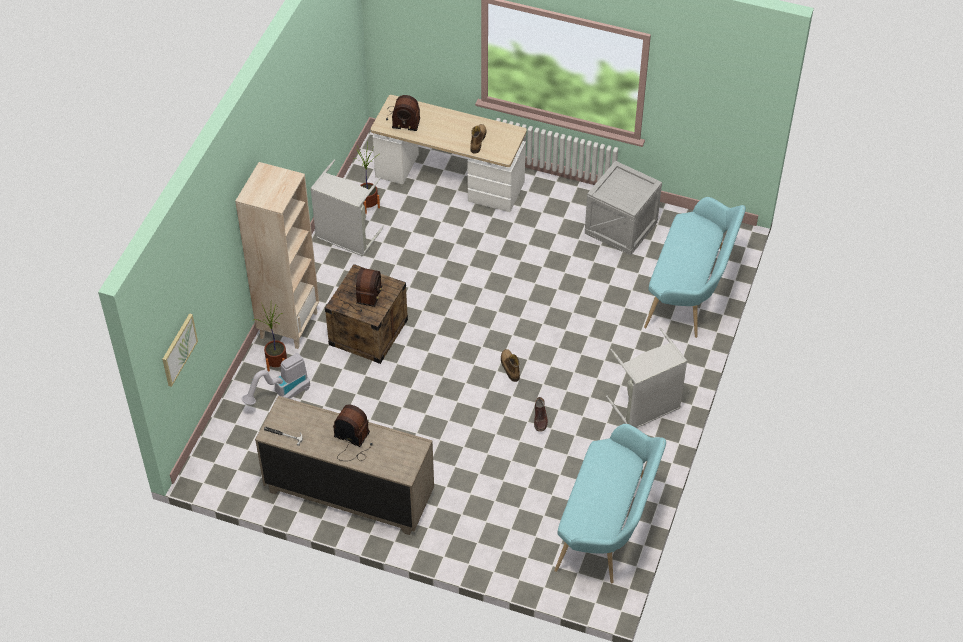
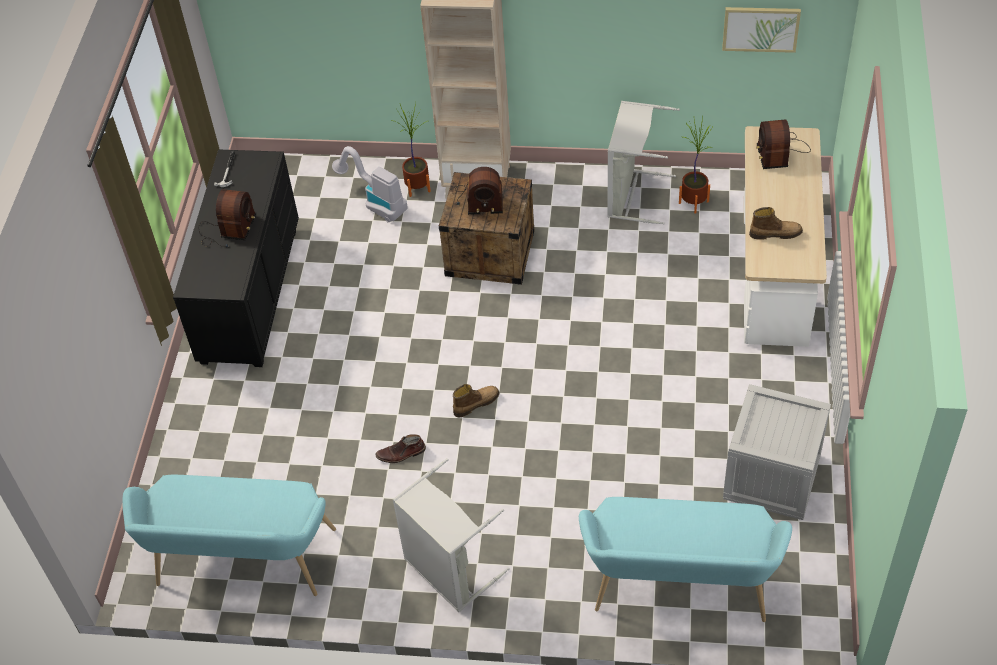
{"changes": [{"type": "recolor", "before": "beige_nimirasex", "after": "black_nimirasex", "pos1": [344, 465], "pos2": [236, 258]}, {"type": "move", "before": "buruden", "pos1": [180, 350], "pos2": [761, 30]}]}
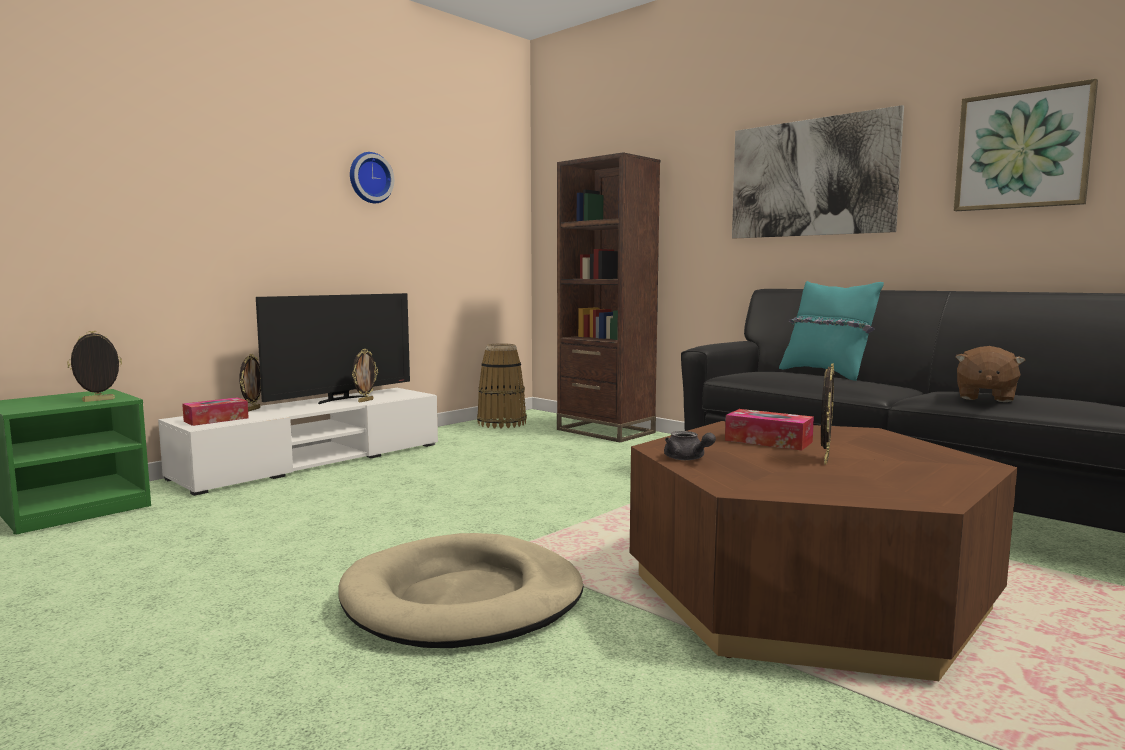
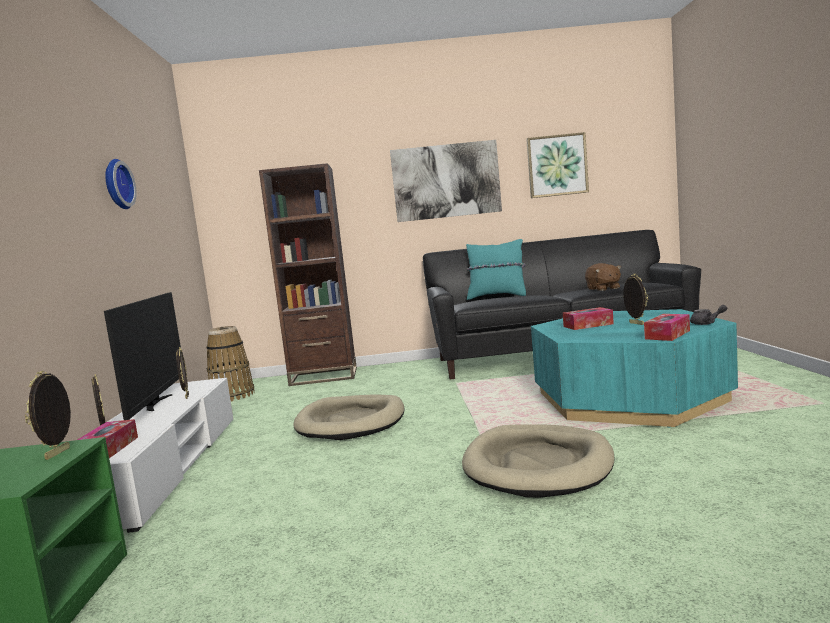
{"changes": [{"type": "insert", "after": "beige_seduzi", "pos2": [349, 417]}, {"type": "recolor", "before": "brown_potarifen", "after": "turquoise_potarifen", "pos1": [823, 551], "pos2": [634, 368]}, {"type": "insert", "after": "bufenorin", "pos2": [667, 327]}, {"type": "move", "before": "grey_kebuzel", "pos1": [690, 445], "pos2": [708, 315]}]}
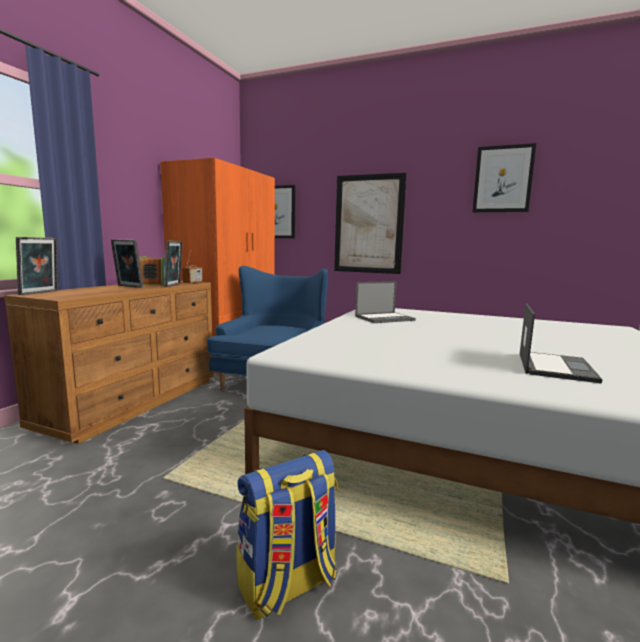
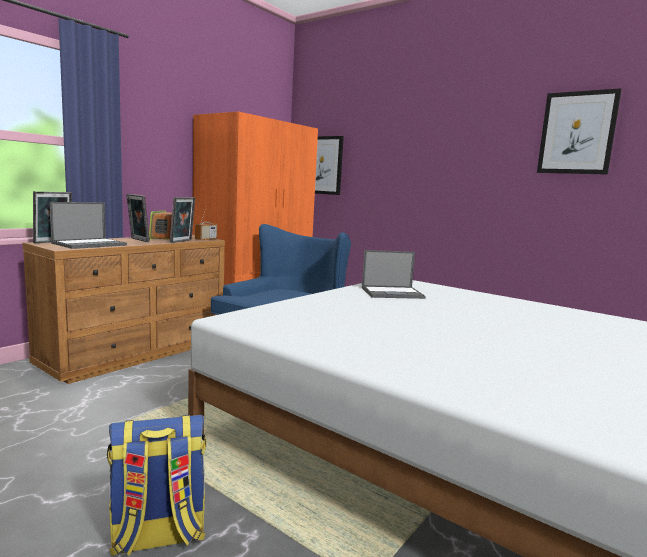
{"changes": [{"type": "move", "before": "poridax", "pos1": [561, 344], "pos2": [88, 225]}, {"type": "delete", "before": "buruden", "pos1": [370, 223]}]}
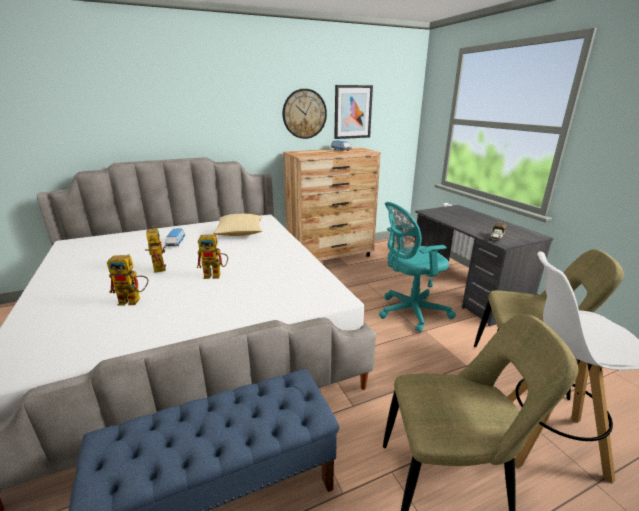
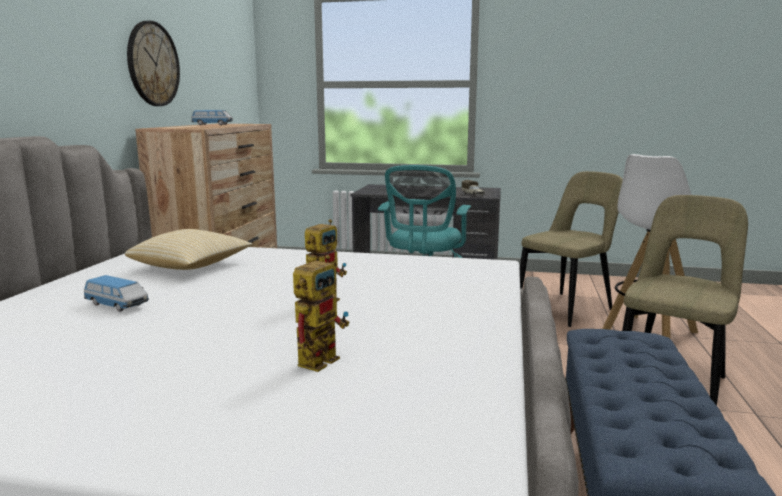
{"changes": [{"type": "delete", "before": "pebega", "pos1": [155, 249]}, {"type": "delete", "before": "buruden", "pos1": [353, 112]}]}
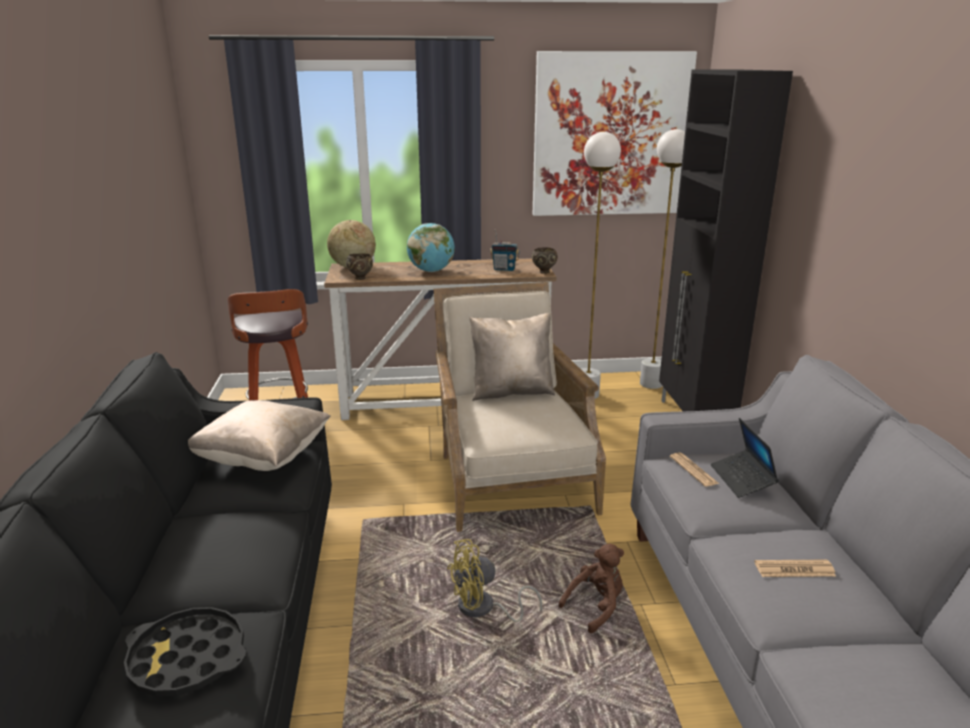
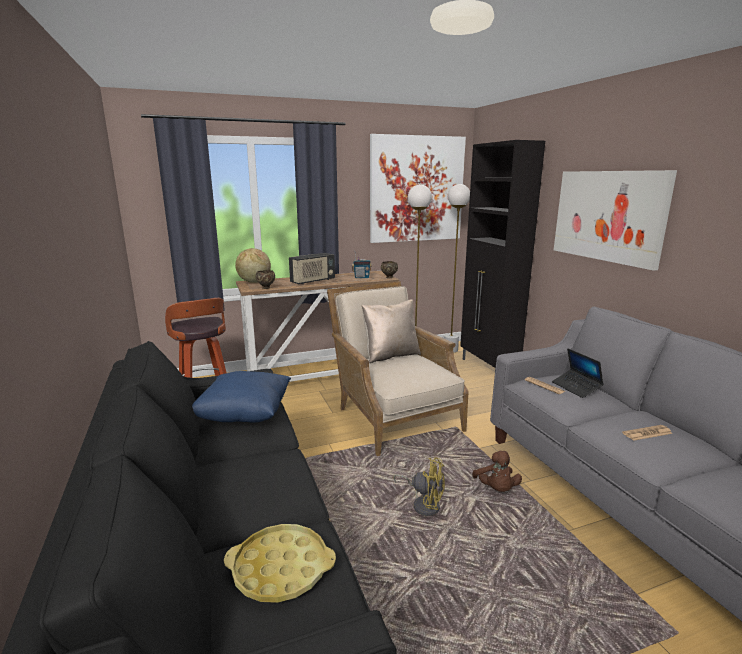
{"changes": [{"type": "recolor", "before": "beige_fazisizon", "after": "blue_fazisizon", "pos1": [259, 435], "pos2": [241, 397]}, {"type": "recolor", "before": "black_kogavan", "after": "yellow_kogavan", "pos1": [185, 652], "pos2": [280, 563]}, {"type": "replace", "before": "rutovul", "after": "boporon", "pos1": [431, 247], "pos2": [312, 268]}, {"type": "rotate", "before": "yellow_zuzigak", "pos1": [494, 580], "pos2": [419, 486], "turn": -120}, {"type": "rotate", "before": "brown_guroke", "pos1": [591, 588], "pos2": [497, 471], "turn": 135}, {"type": "insert", "after": "buruden", "pos2": [615, 220]}]}
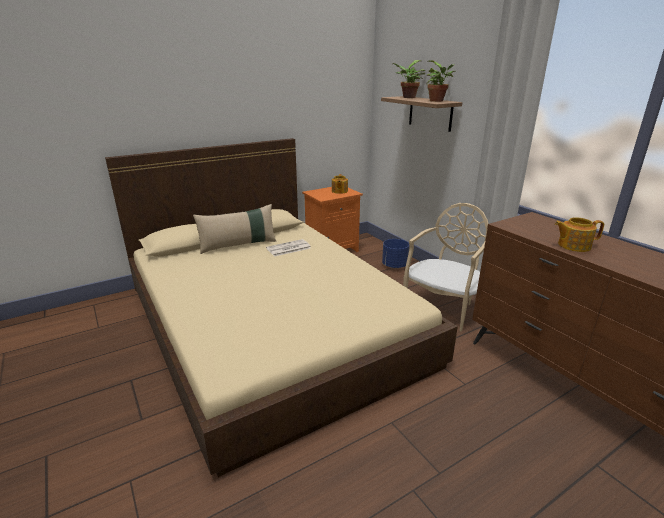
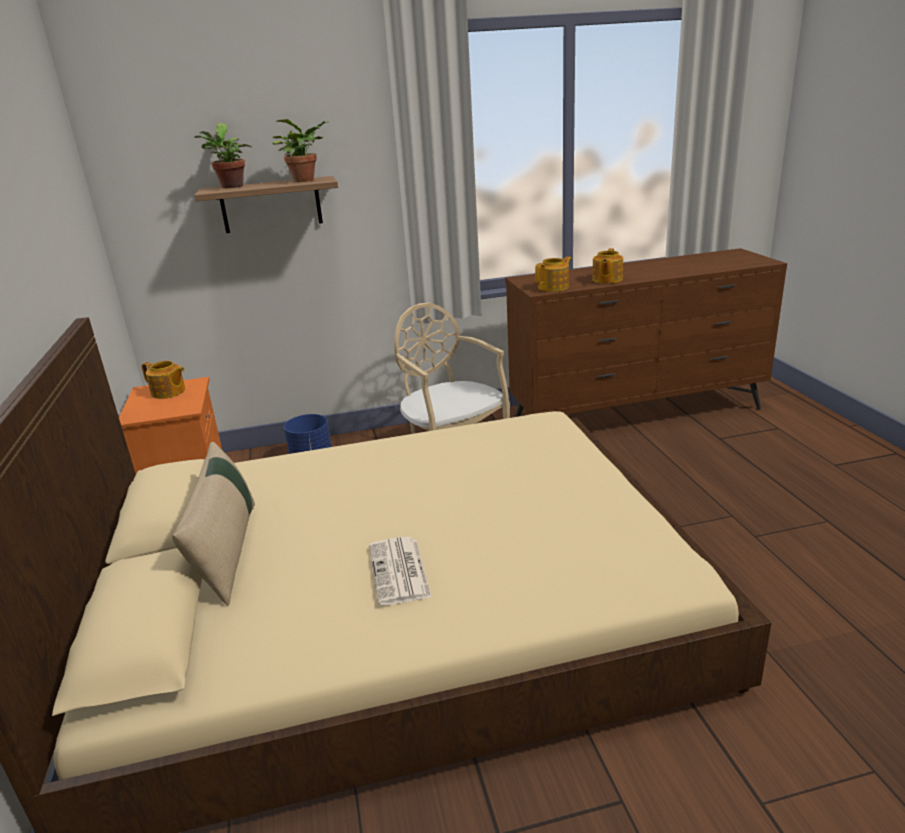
{"changes": [{"type": "move", "before": "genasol", "pos1": [288, 248], "pos2": [400, 571]}, {"type": "insert", "after": "kebuzel", "pos2": [553, 274]}]}
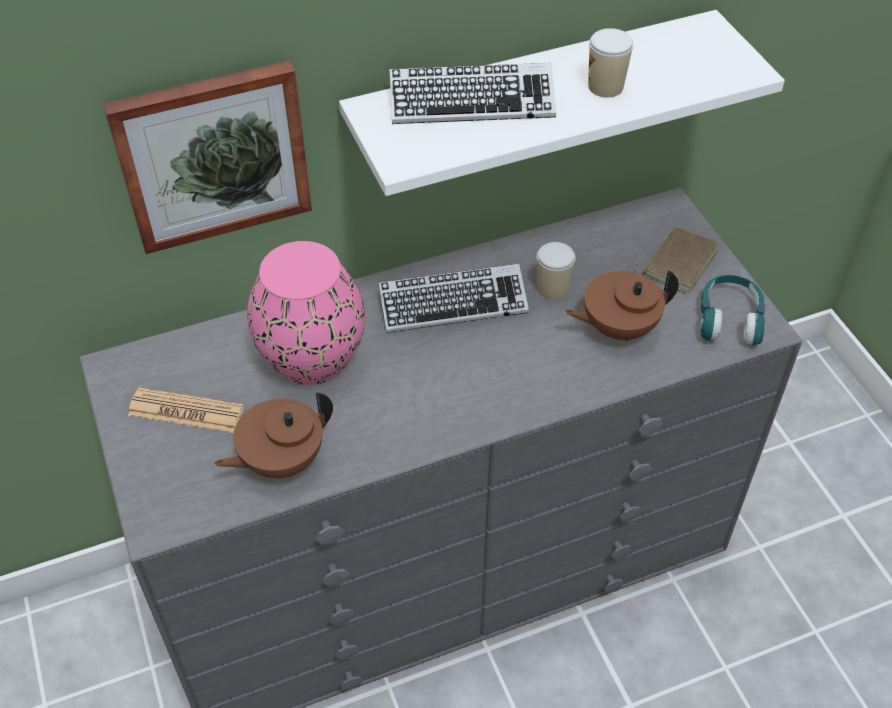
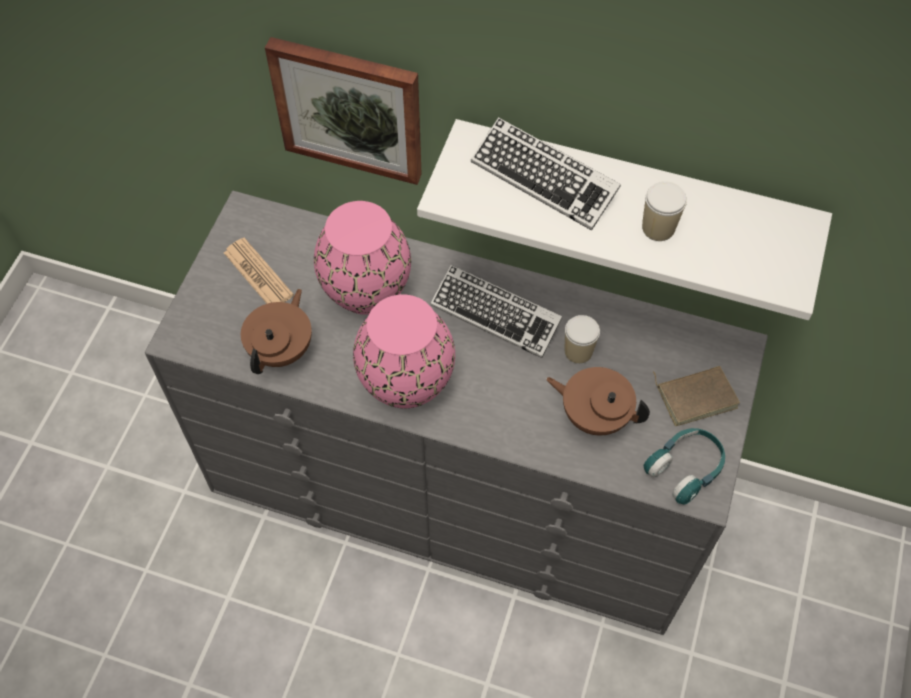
{"changes": [{"type": "rotate", "before": "brown_kebuzel", "pos1": [273, 435], "pos2": [276, 331], "turn": 105}, {"type": "insert", "after": "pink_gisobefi", "pos2": [404, 351]}]}
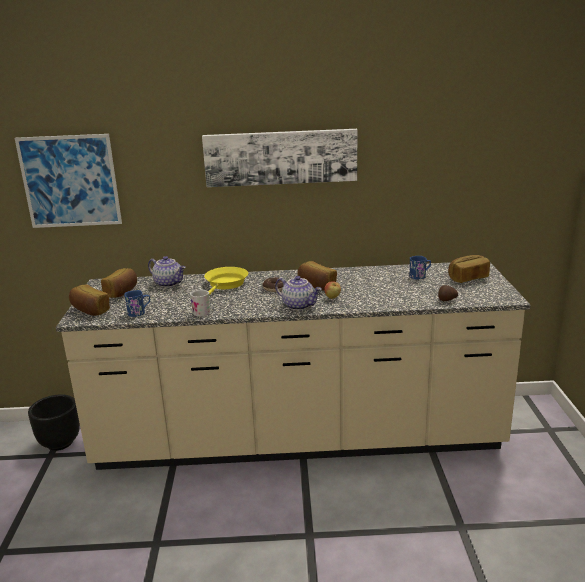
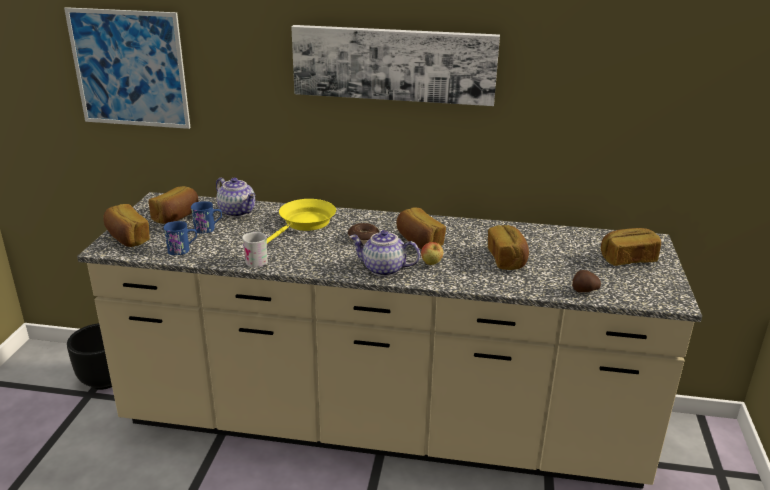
{"changes": [{"type": "move", "before": "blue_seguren", "pos1": [420, 268], "pos2": [206, 217]}, {"type": "rotate", "before": "kebuzel", "pos1": [298, 293], "pos2": [384, 253], "turn": 150}, {"type": "insert", "after": "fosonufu", "pos2": [508, 247]}]}
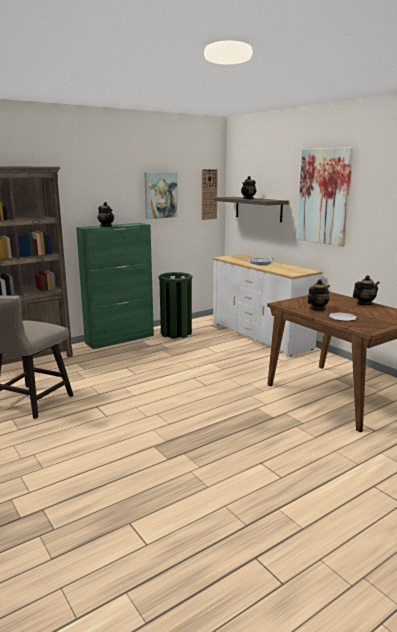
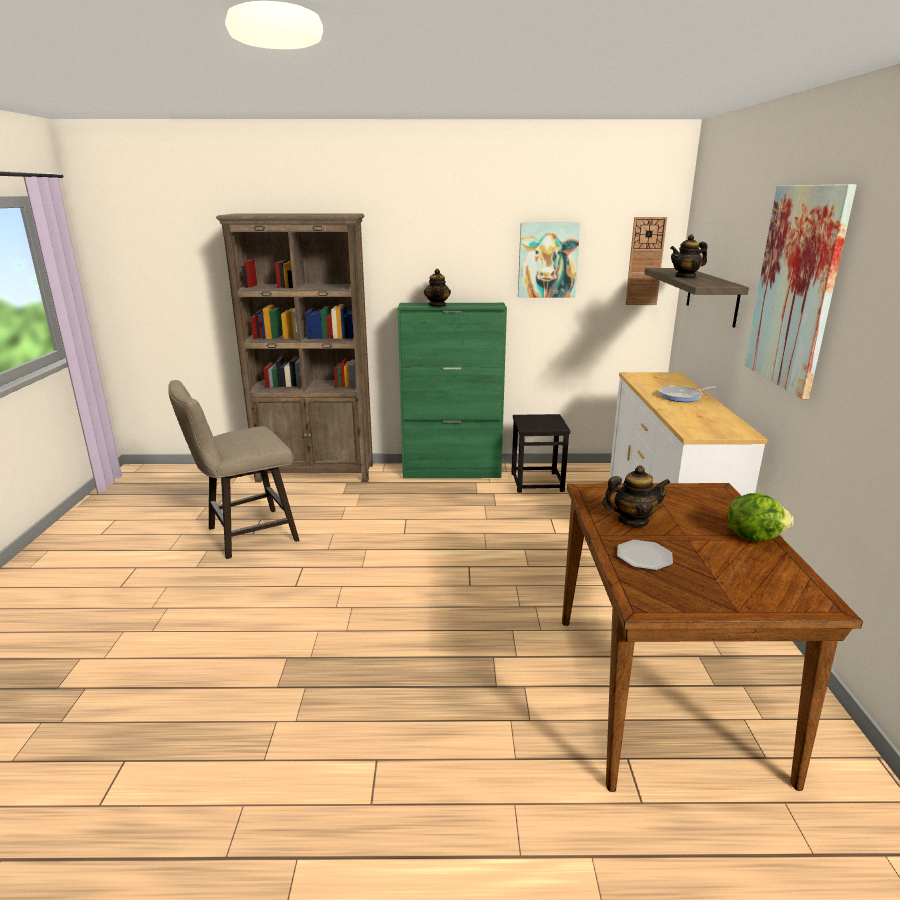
{"changes": [{"type": "replace", "before": "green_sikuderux", "after": "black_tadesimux", "pos1": [175, 305], "pos2": [540, 453]}, {"type": "replace", "before": "kebuzel", "after": "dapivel", "pos1": [366, 290], "pos2": [761, 517]}]}
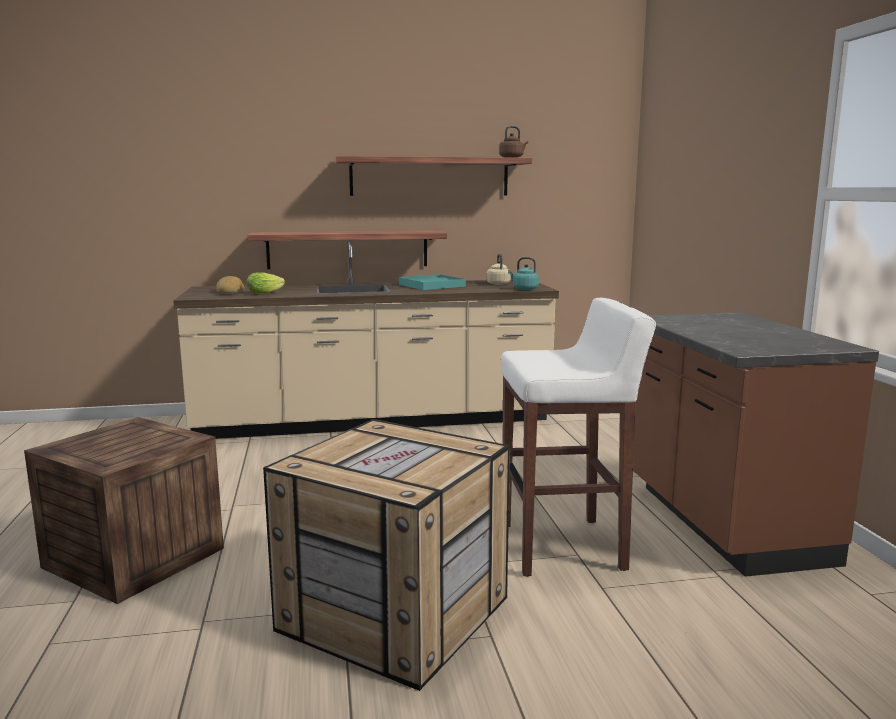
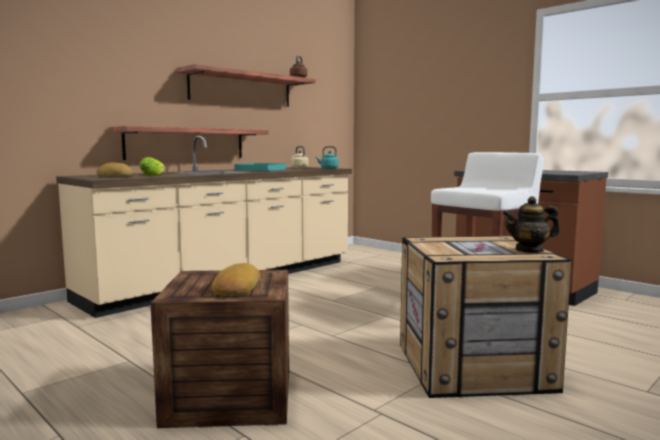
{"changes": [{"type": "insert", "after": "fosonufu", "pos2": [236, 279]}, {"type": "insert", "after": "kebuzel", "pos2": [531, 224]}]}
